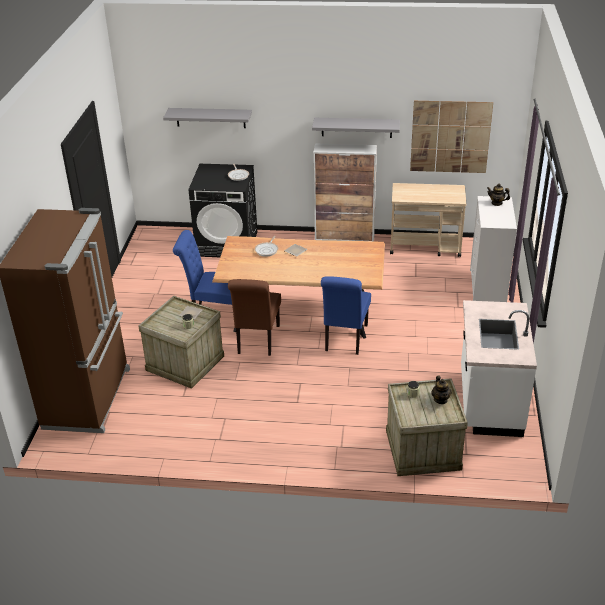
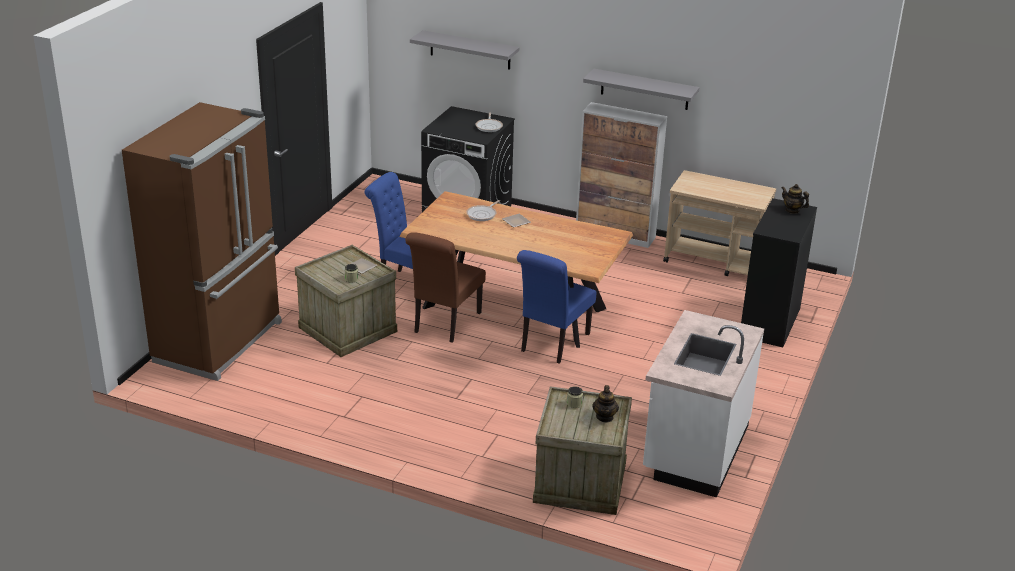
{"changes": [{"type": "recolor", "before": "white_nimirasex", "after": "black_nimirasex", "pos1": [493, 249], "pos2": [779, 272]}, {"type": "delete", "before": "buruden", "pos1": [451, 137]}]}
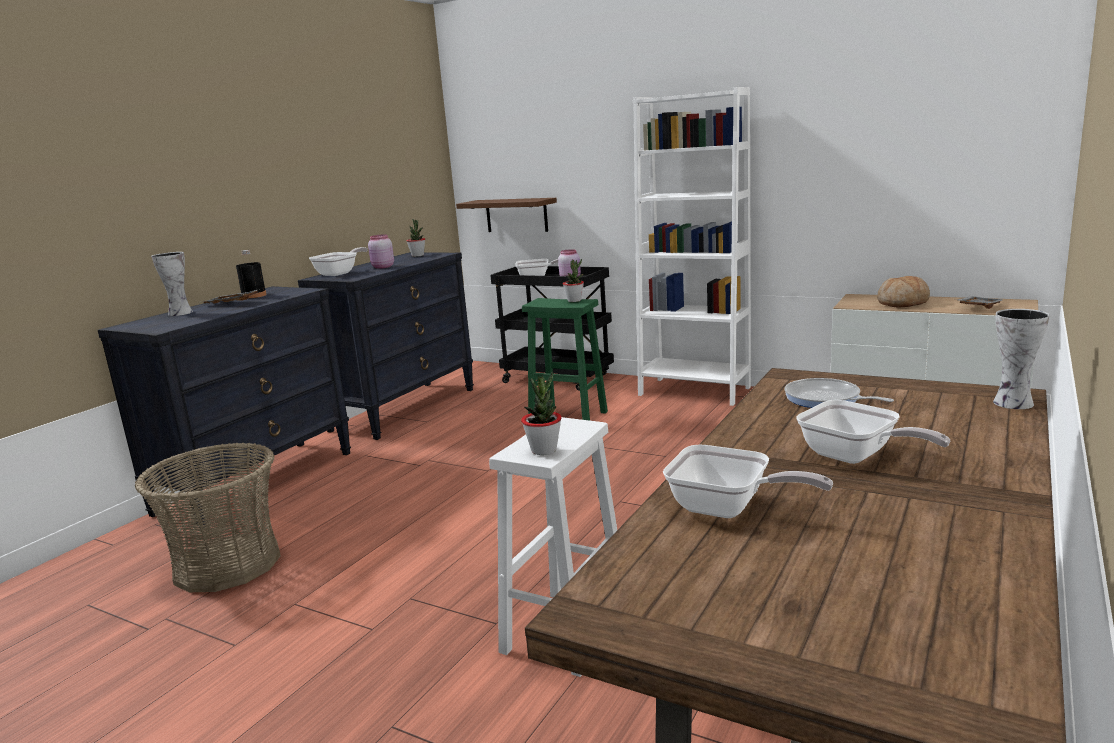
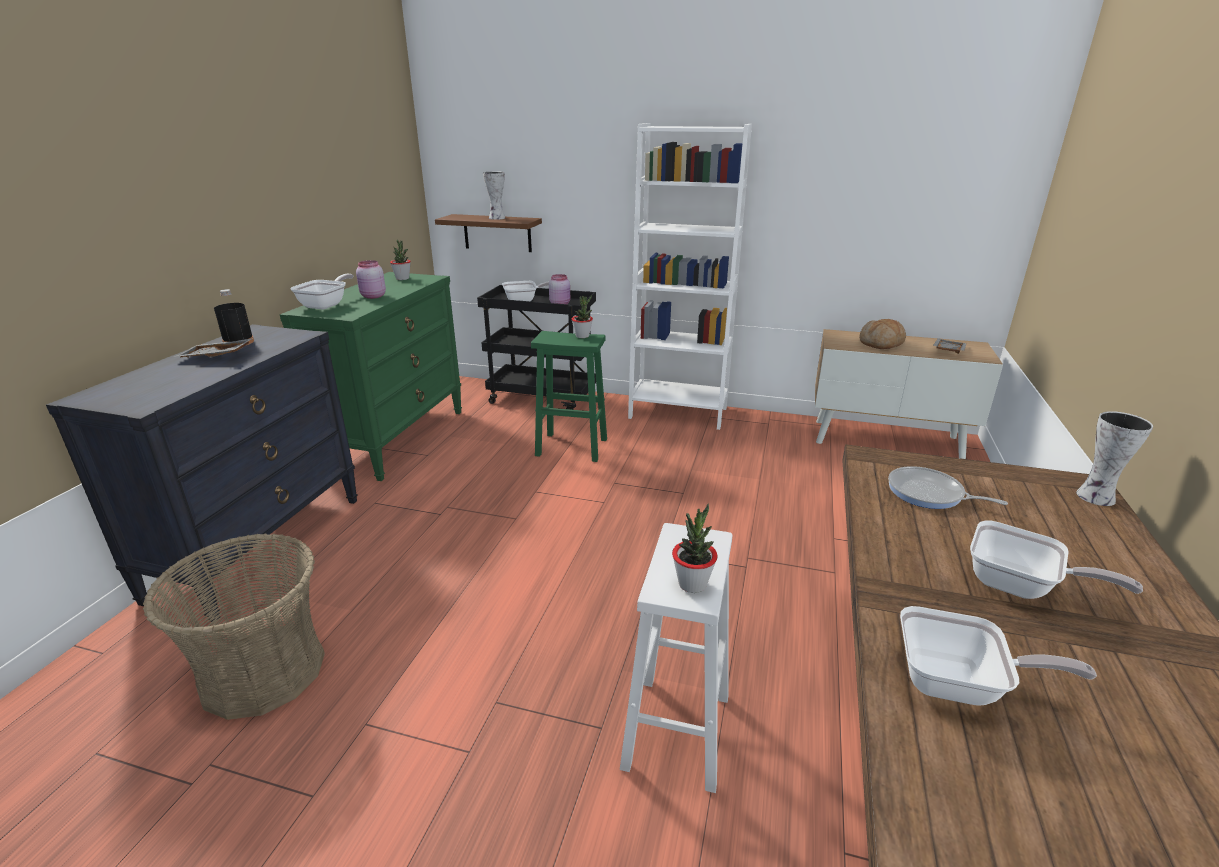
{"changes": [{"type": "recolor", "before": "black_nimirasex", "after": "green_nimirasex", "pos1": [386, 346], "pos2": [371, 376]}, {"type": "move", "before": "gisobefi", "pos1": [172, 284], "pos2": [494, 195]}]}
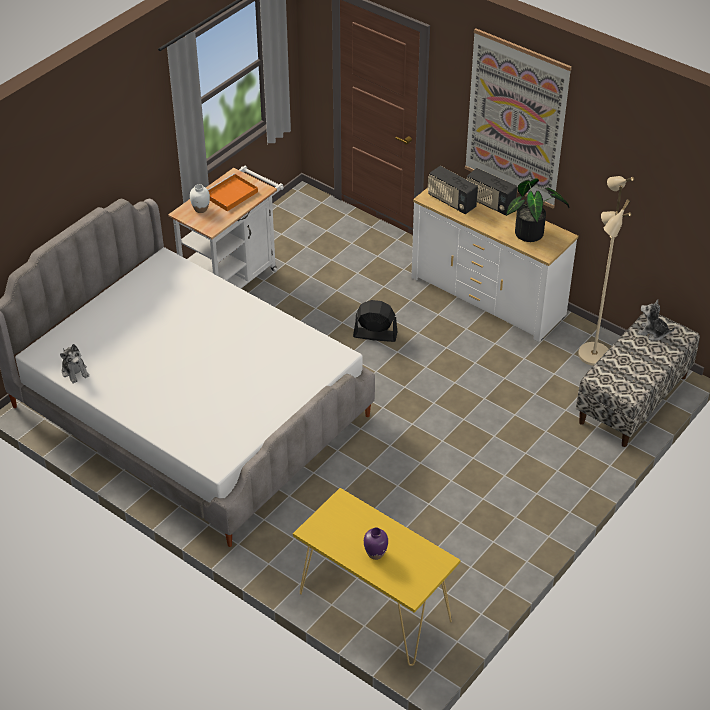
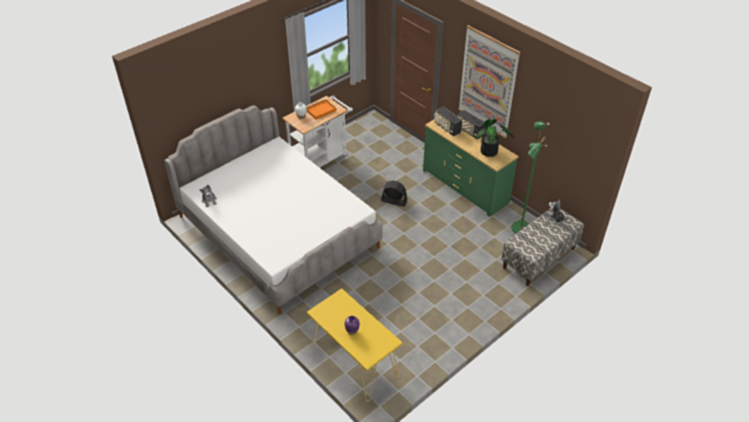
{"changes": [{"type": "recolor", "before": "white_nimirasex", "after": "green_nimirasex", "pos1": [494, 265], "pos2": [471, 168]}, {"type": "recolor", "before": "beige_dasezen", "after": "green_dasezen", "pos1": [606, 271], "pos2": [530, 178]}]}
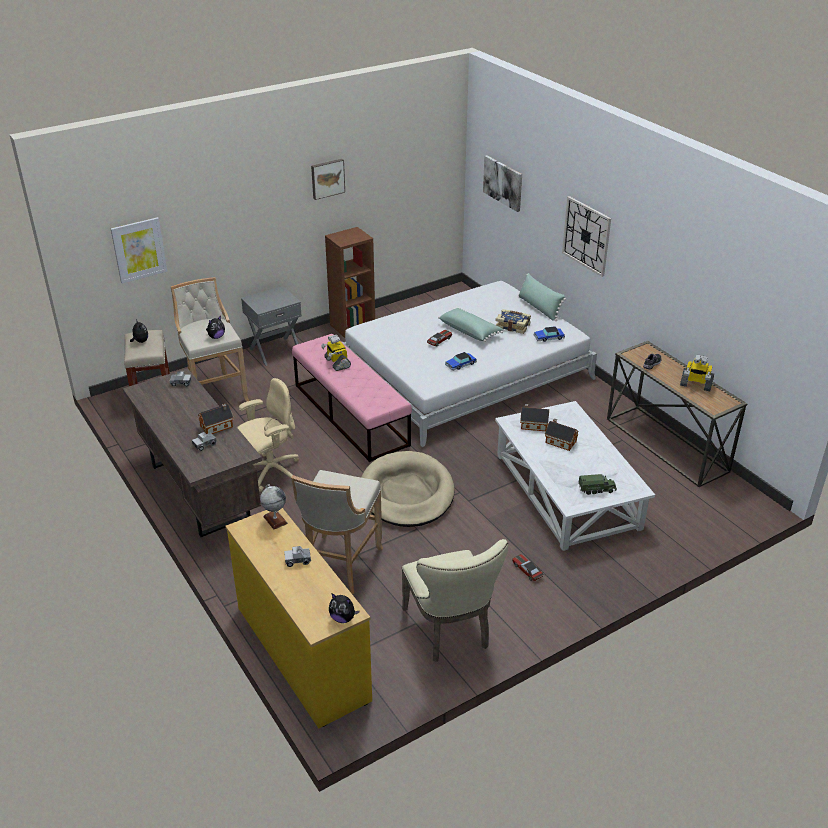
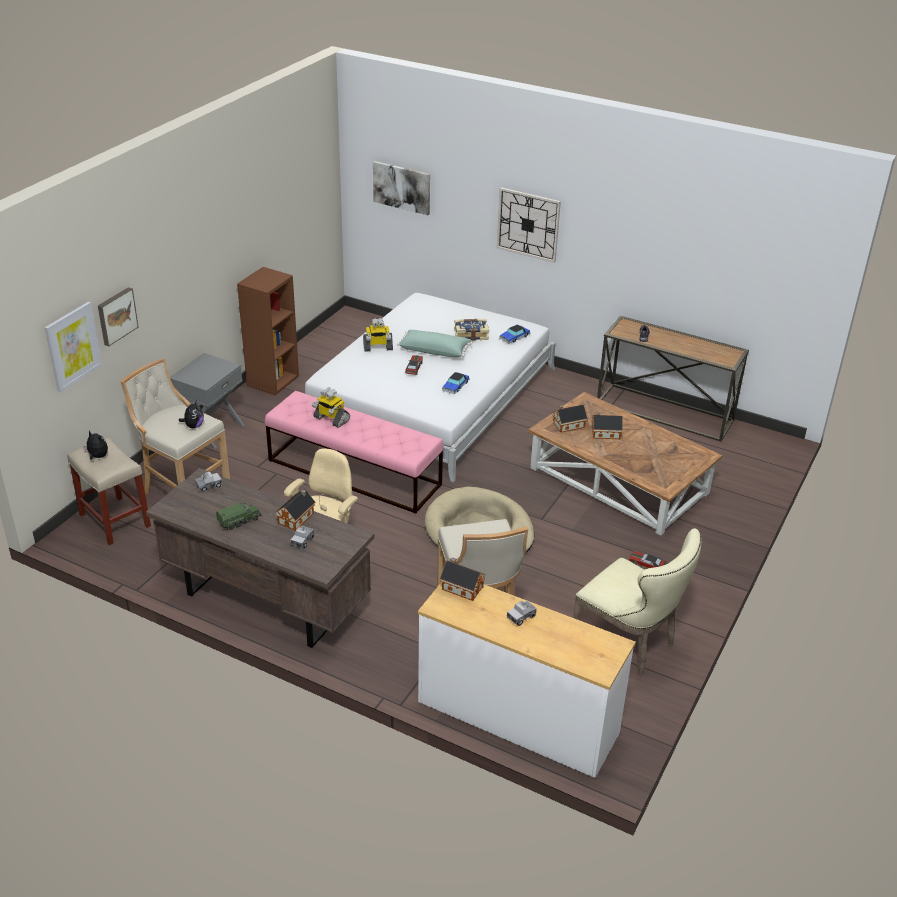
{"changes": [{"type": "move", "before": "buruden", "pos1": [328, 179], "pos2": [118, 316]}, {"type": "move", "before": "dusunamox", "pos1": [597, 484], "pos2": [238, 516]}, {"type": "move", "before": "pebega", "pos1": [697, 373], "pos2": [378, 335]}, {"type": "recolor", "before": "yellow_nimirasex", "after": "white_nimirasex", "pos1": [299, 618], "pos2": [527, 680]}, {"type": "replace", "before": "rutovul", "after": "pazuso", "pos1": [274, 506], "pos2": [462, 579]}, {"type": "recolor", "before": "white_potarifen", "after": "brown_potarifen", "pos1": [575, 476], "pos2": [625, 464]}, {"type": "delete", "before": "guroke", "pos1": [344, 608]}, {"type": "delete", "before": "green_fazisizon", "pos1": [542, 297]}]}
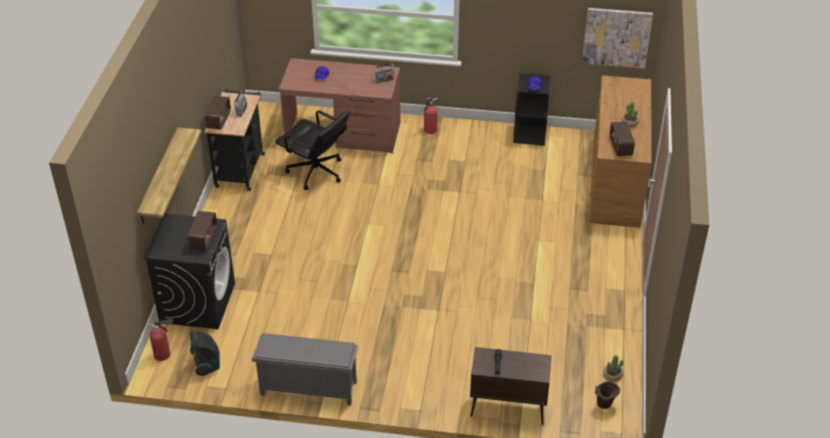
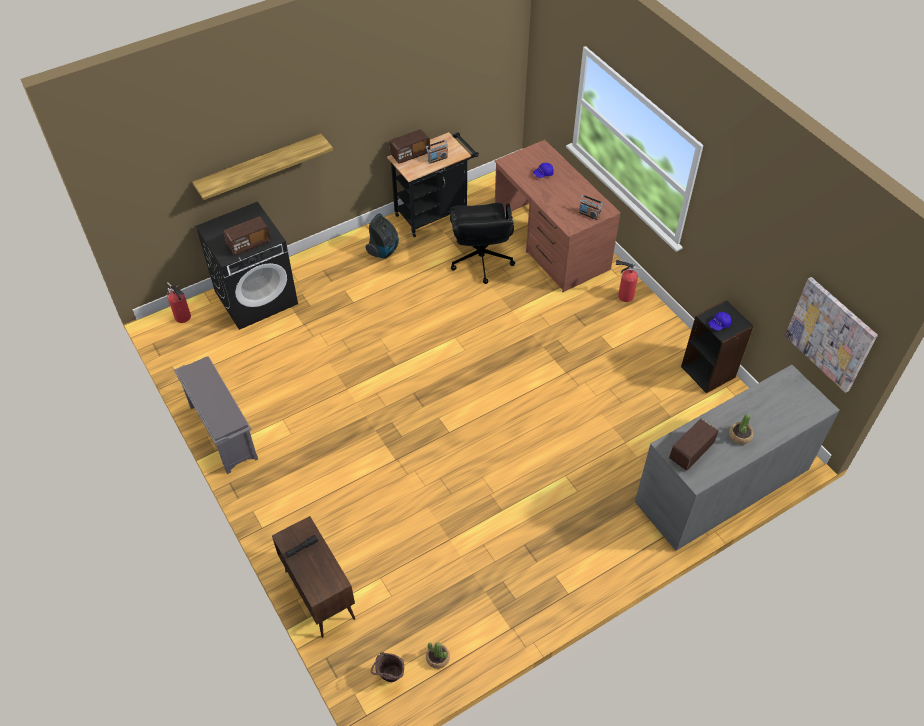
{"changes": [{"type": "move", "before": "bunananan", "pos1": [205, 353], "pos2": [382, 236]}, {"type": "recolor", "before": "brown_nimirasex", "after": "grey_nimirasex", "pos1": [620, 151], "pos2": [737, 458]}]}
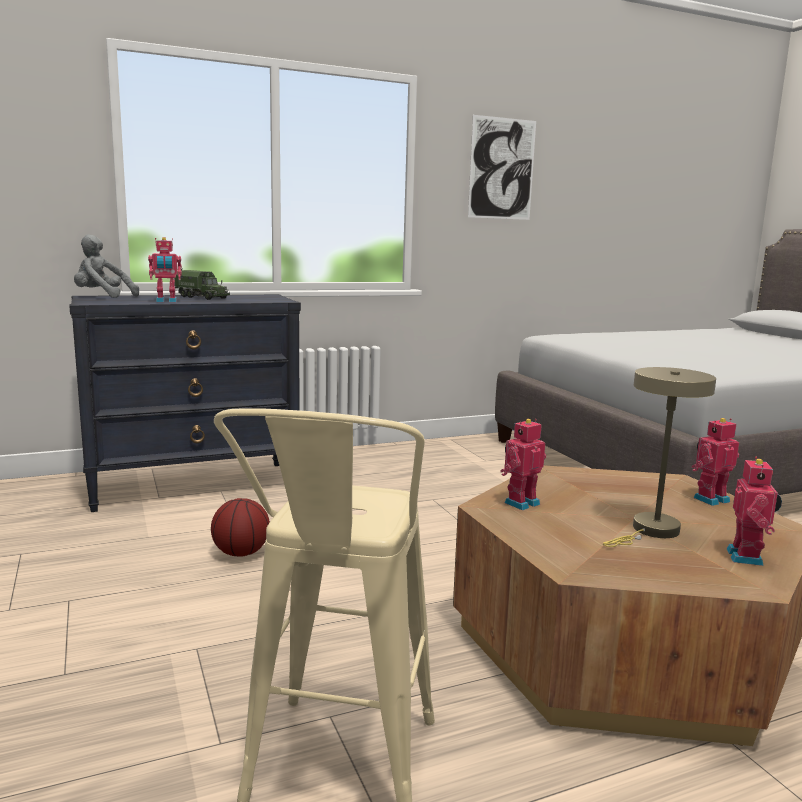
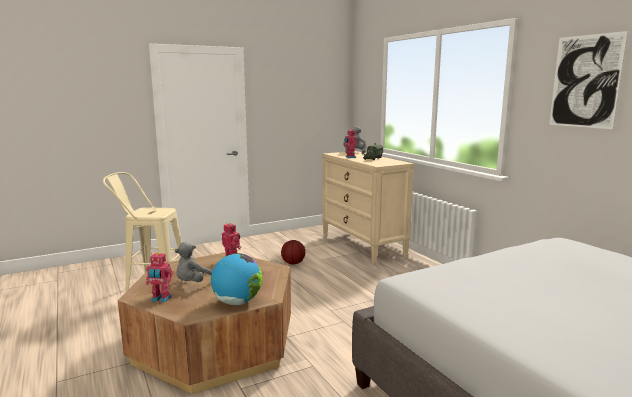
{"changes": [{"type": "replace", "before": "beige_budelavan", "after": "grey_guroke", "pos1": [659, 457], "pos2": [193, 262]}, {"type": "replace", "before": "pebega", "after": "rutovul", "pos1": [715, 462], "pos2": [236, 279]}, {"type": "recolor", "before": "black_nimirasex", "after": "beige_nimirasex", "pos1": [185, 403], "pos2": [368, 208]}]}
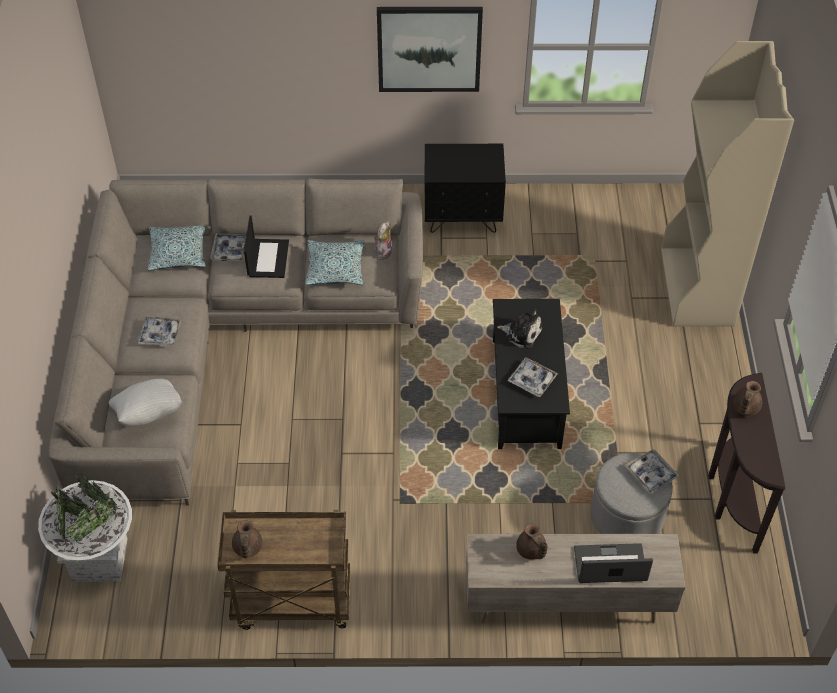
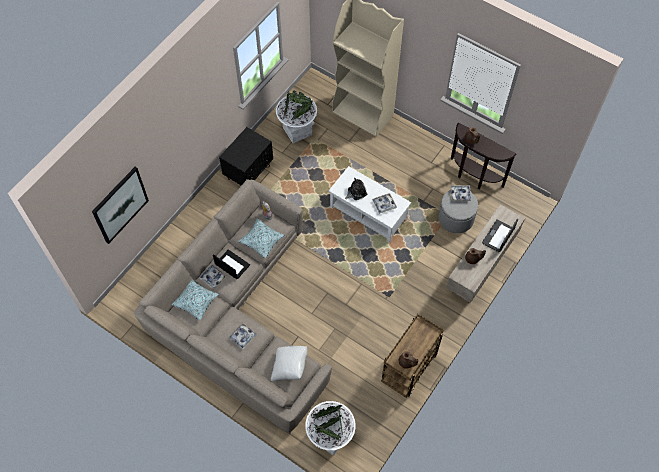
{"changes": [{"type": "move", "before": "buruden", "pos1": [430, 49], "pos2": [120, 205]}, {"type": "insert", "after": "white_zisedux", "pos2": [296, 116]}, {"type": "recolor", "before": "black_potarifen", "after": "white_potarifen", "pos1": [531, 374], "pos2": [370, 204]}]}
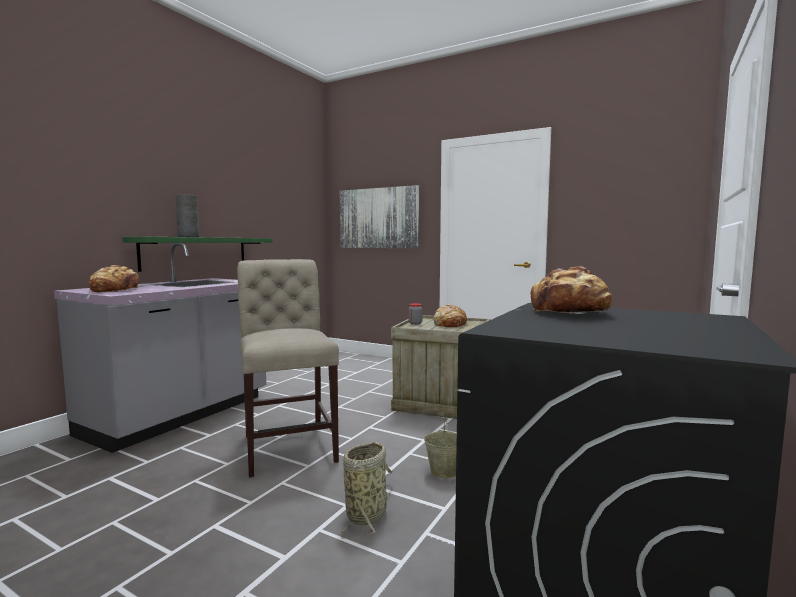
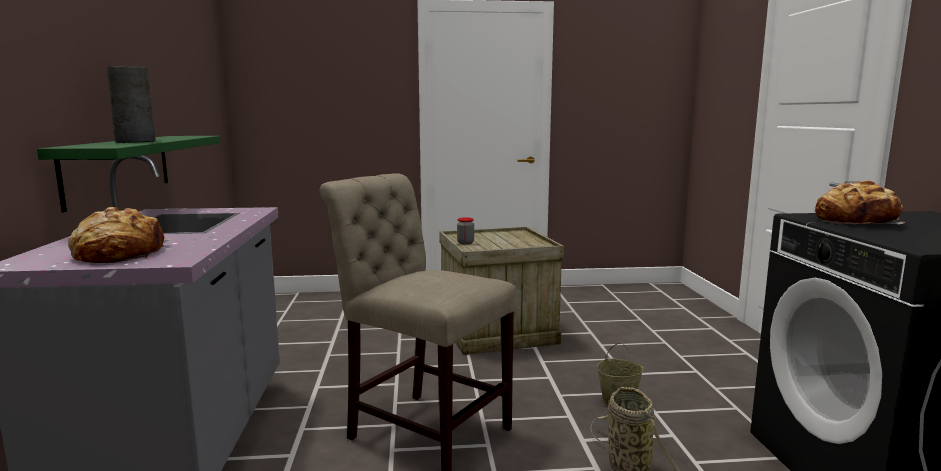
{"changes": [{"type": "delete", "before": "buruden", "pos1": [379, 216]}, {"type": "delete", "before": "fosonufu", "pos1": [450, 315]}]}
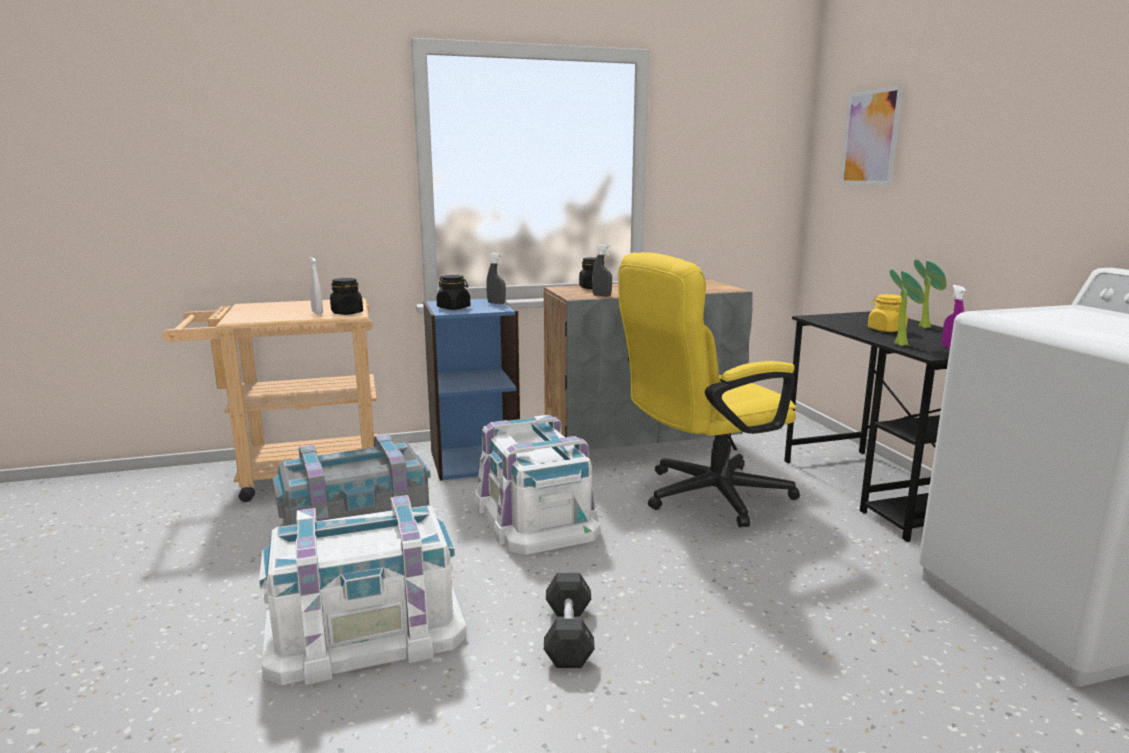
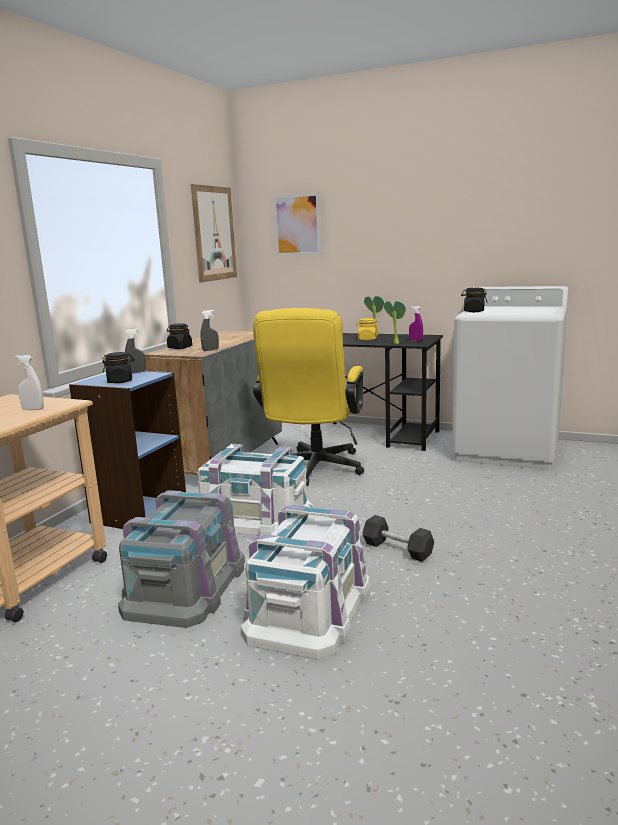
{"changes": [{"type": "insert", "after": "buruden", "pos2": [214, 233]}, {"type": "move", "before": "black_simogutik", "pos1": [346, 296], "pos2": [474, 300]}]}
